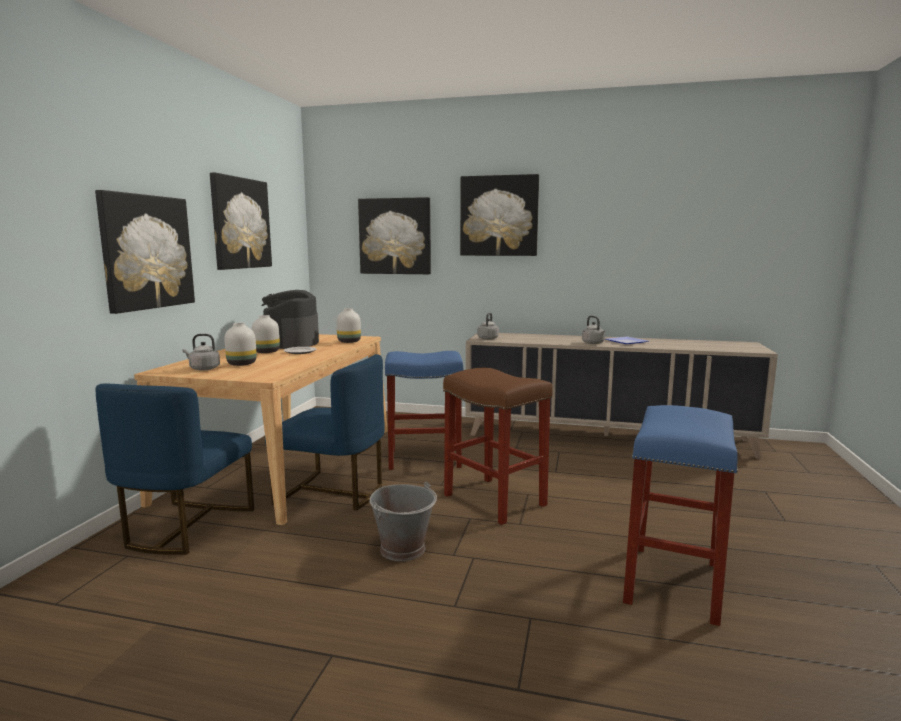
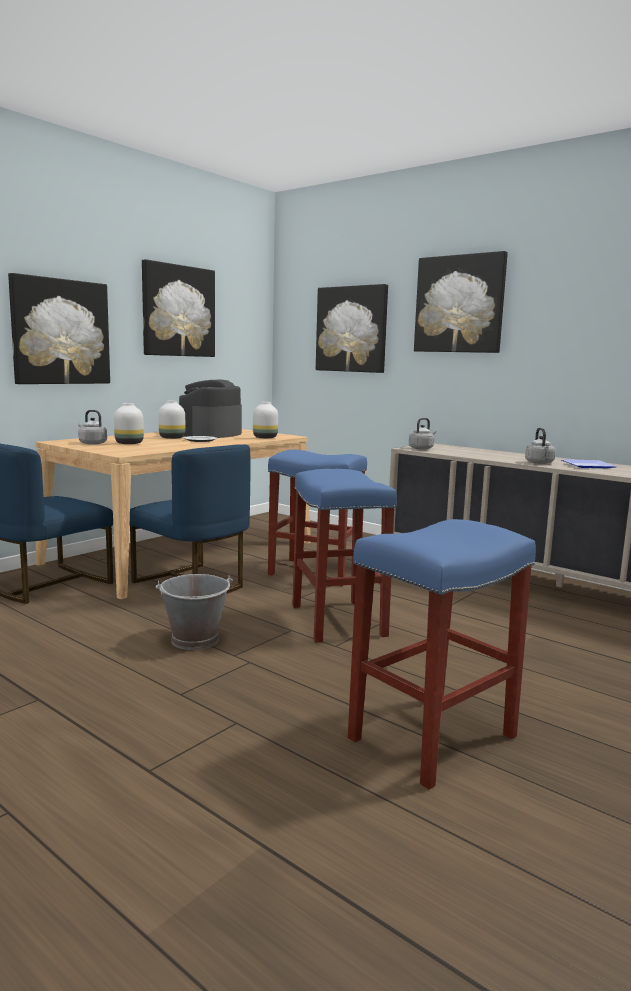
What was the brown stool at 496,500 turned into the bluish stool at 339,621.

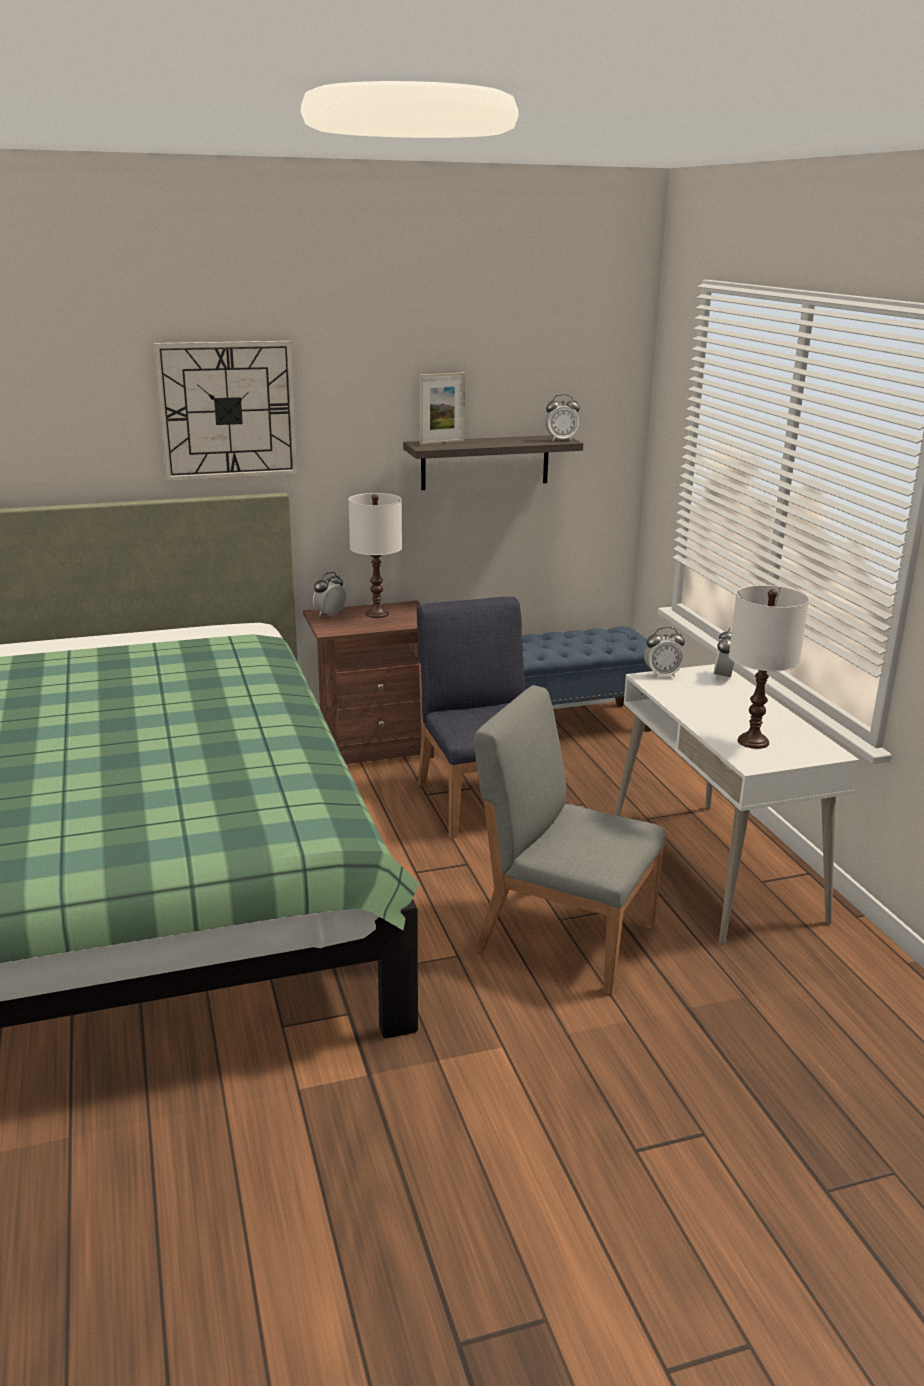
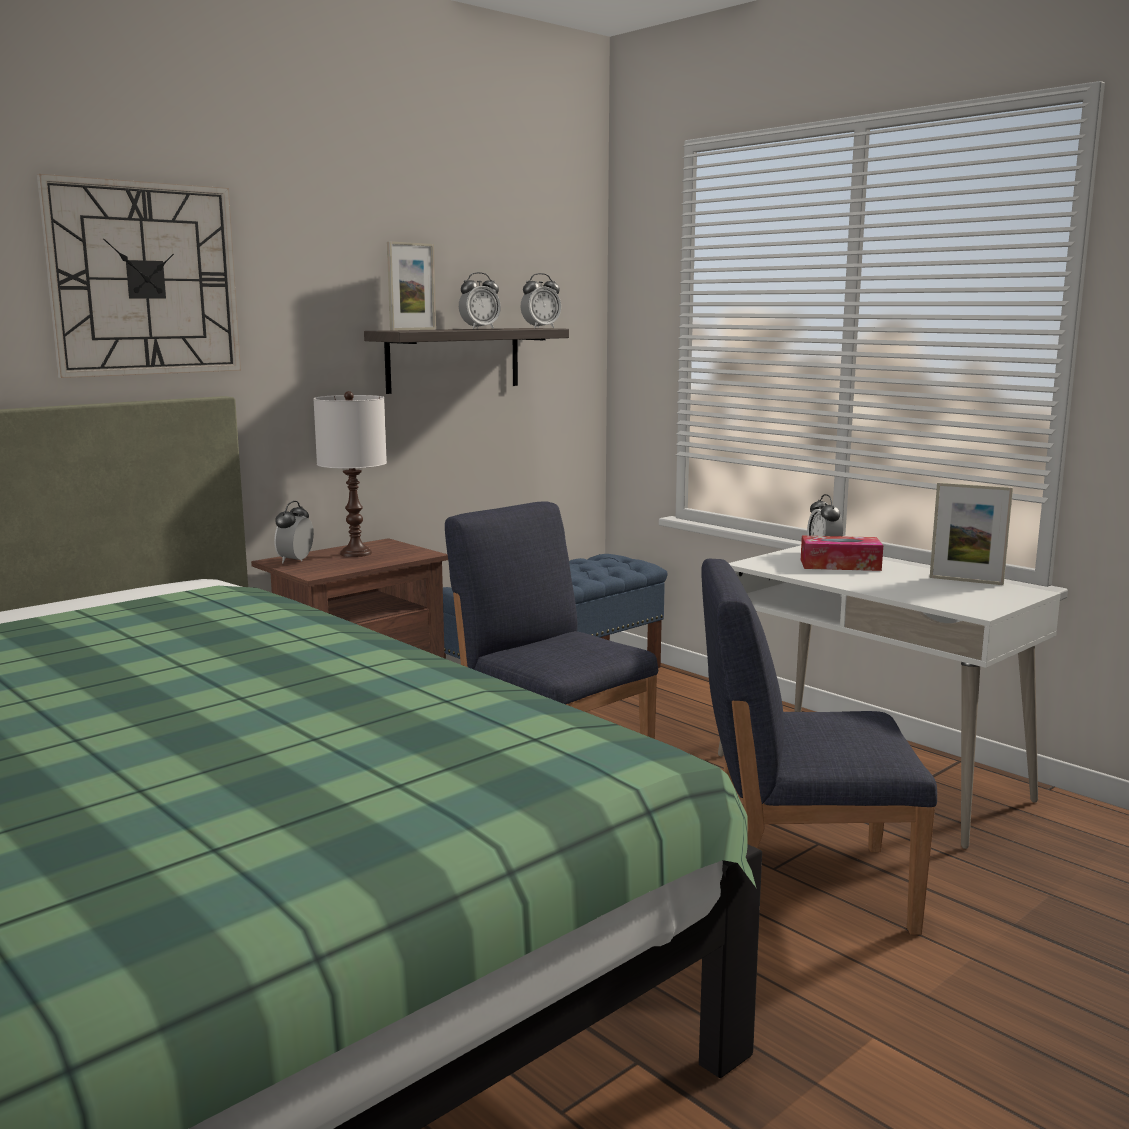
The alarm clock ended up elsewhere, having gone from 662,675 to 480,328.
What was the gray plain chair at 564,936 turned into the bluish plain chair at 798,885.
The second view gained the box of tissues at 840,565.
The second view gained the standing frame at 966,581.
The second view lost the whitish lamp for a table at 752,742.

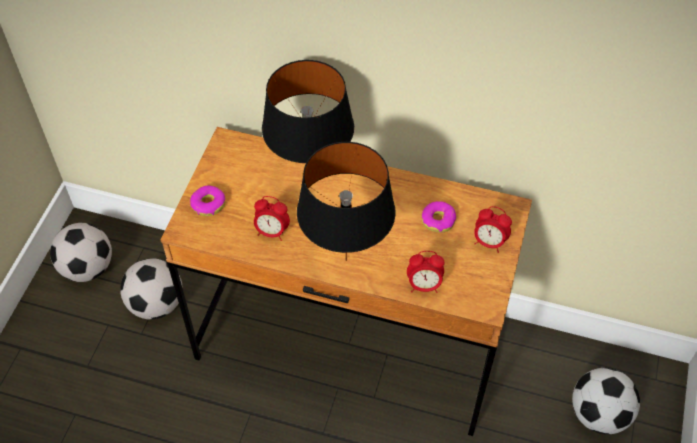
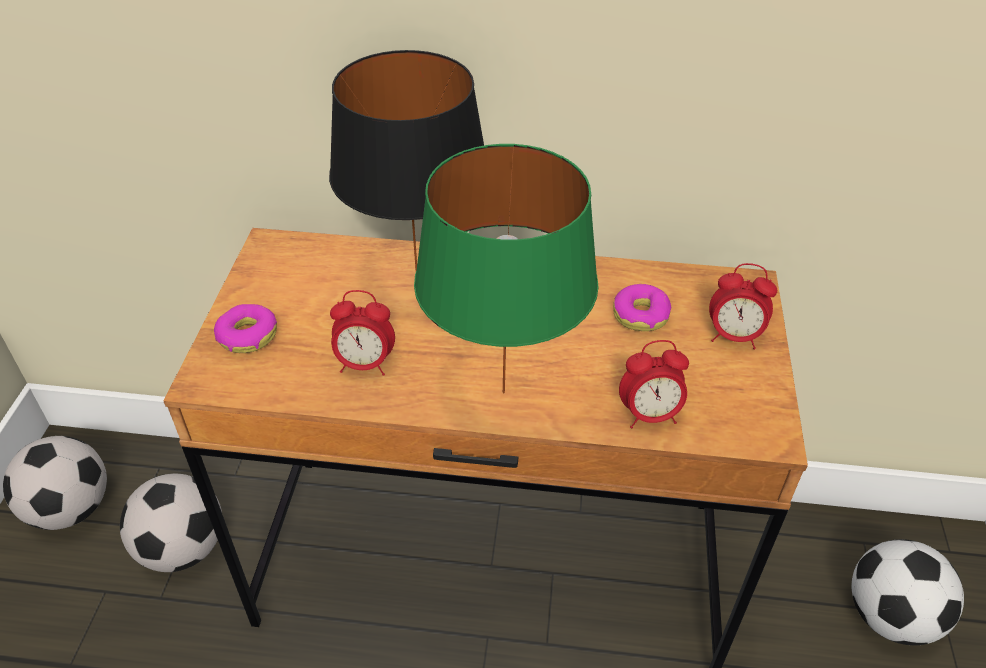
What was the blackish lamp for a table at 347,260 turned into the green lamp for a table at 505,391.

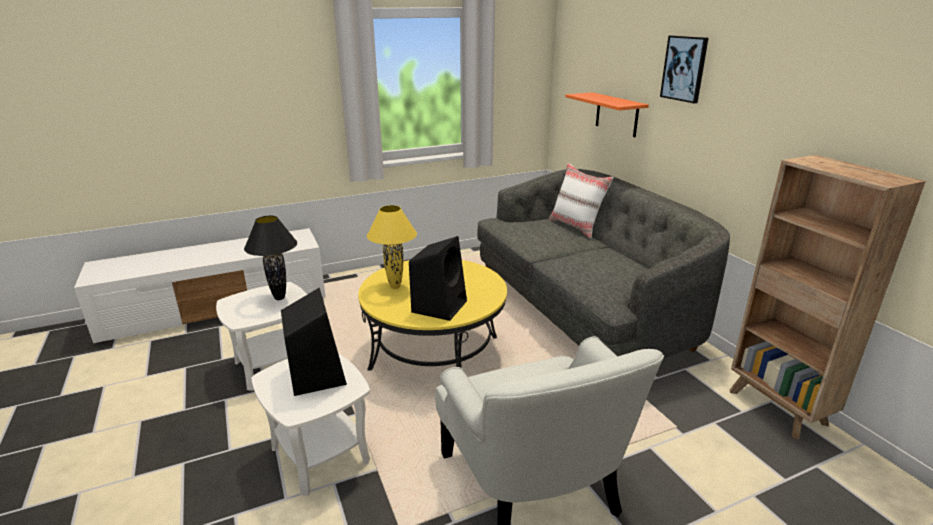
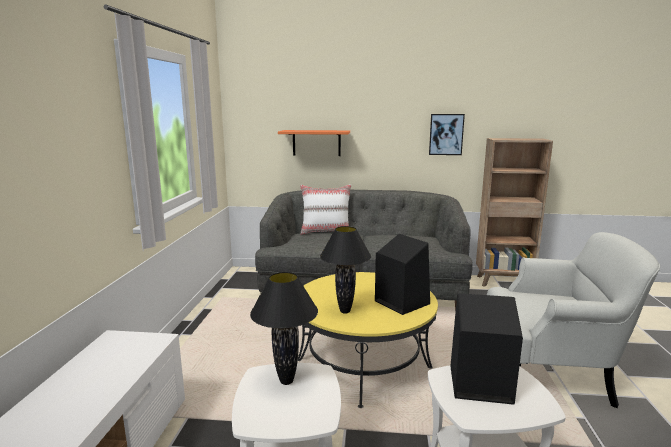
What was the yellowish lamp for a table at 395,287 turned into the blackish lamp for a table at 345,311.
The wall art ended up elsewhere, having gone from 684,68 to 446,134.

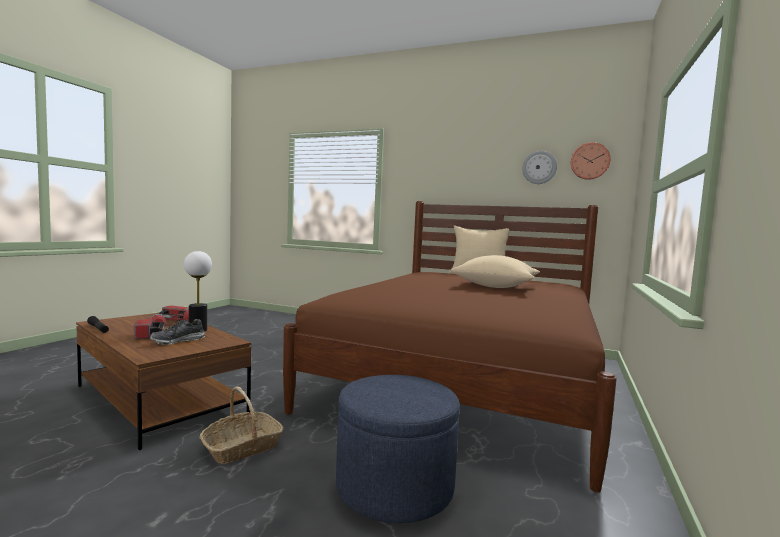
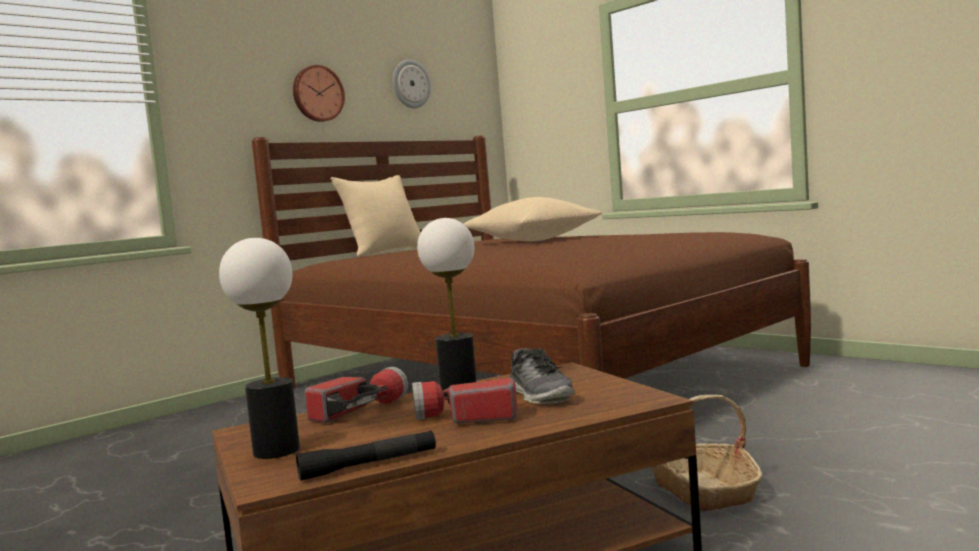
The second view gained the lamp for a table at 276,451.
The clock on the wall ended up elsewhere, having gone from 590,161 to 317,94.
The second view lost the bluish pouffe at 394,486.

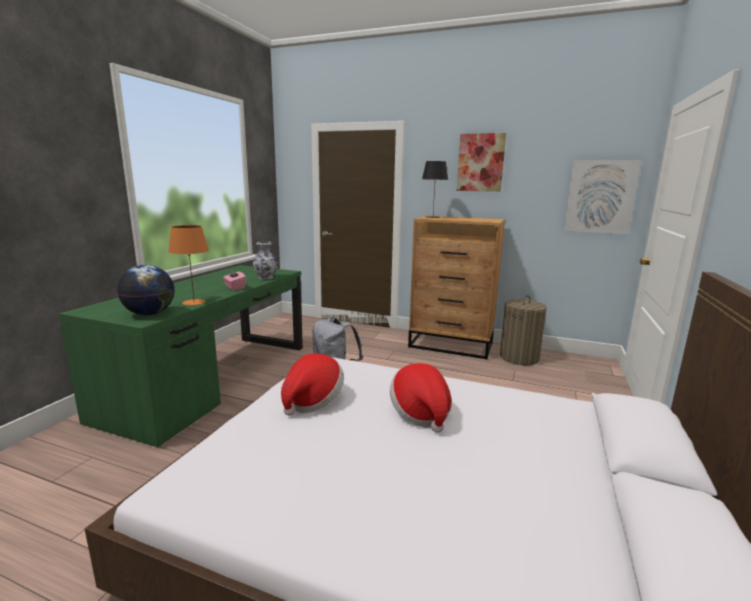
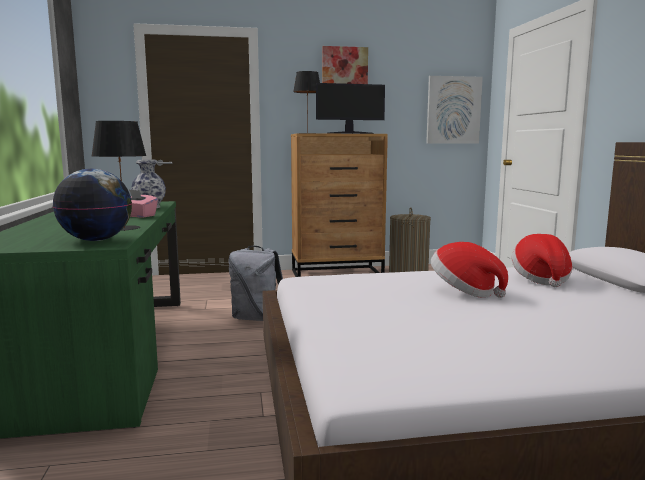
What was the orange-coloured lamp for a table at 193,302 turned into the blackish lamp for a table at 124,228.
The second view gained the computer screen at 349,133.
The hat ended up elsewhere, having gone from 312,401 to 540,279.

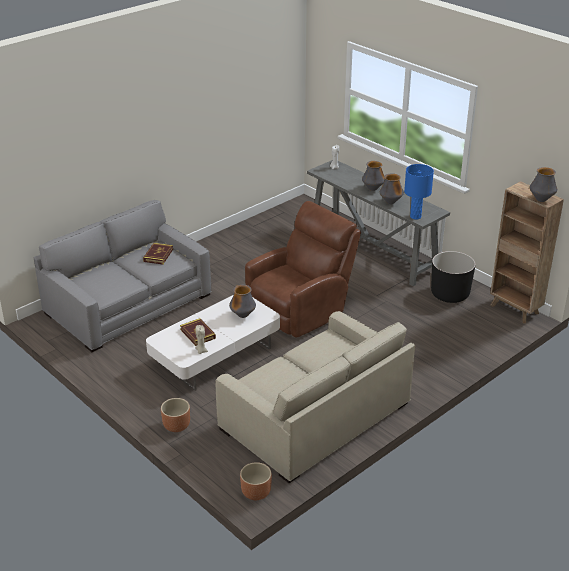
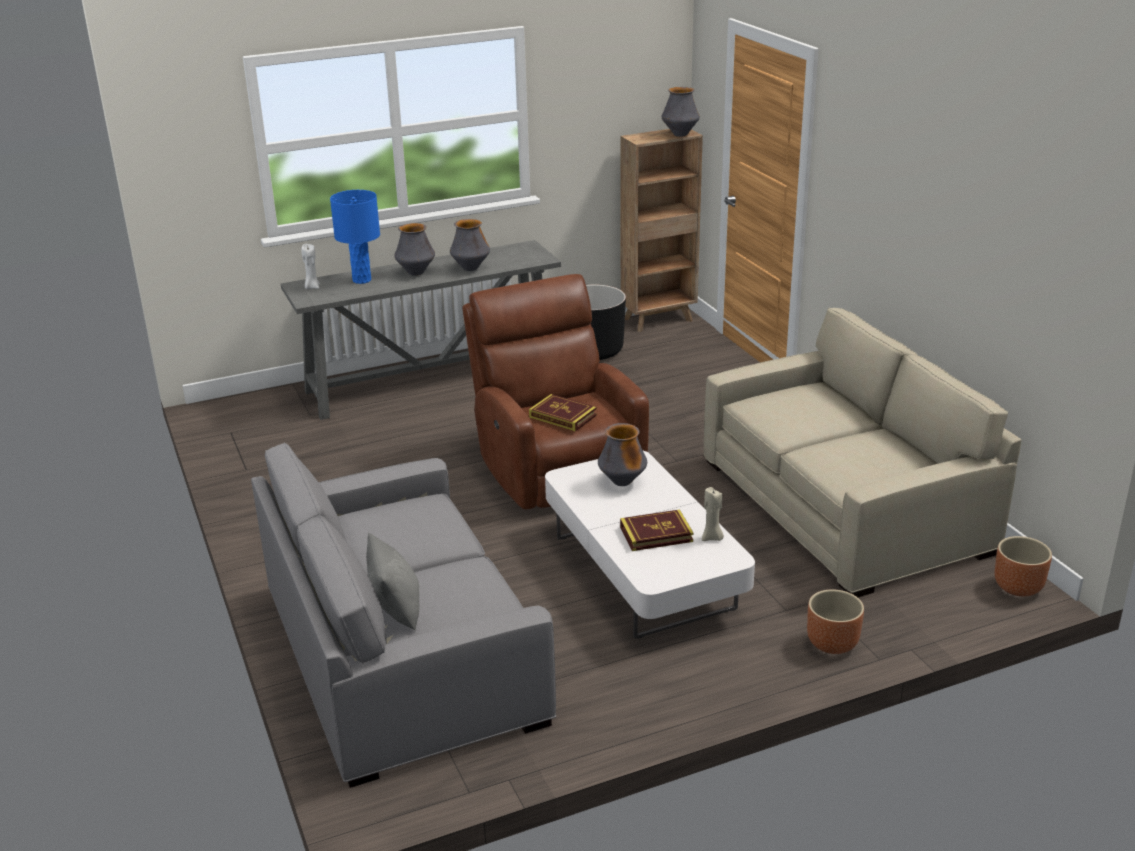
The bluish lamp for a table ended up elsewhere, having gone from 415,216 to 362,280.
The second view gained the gray pillow at 396,609.
The bound book ended up elsewhere, having gone from 158,255 to 563,416.

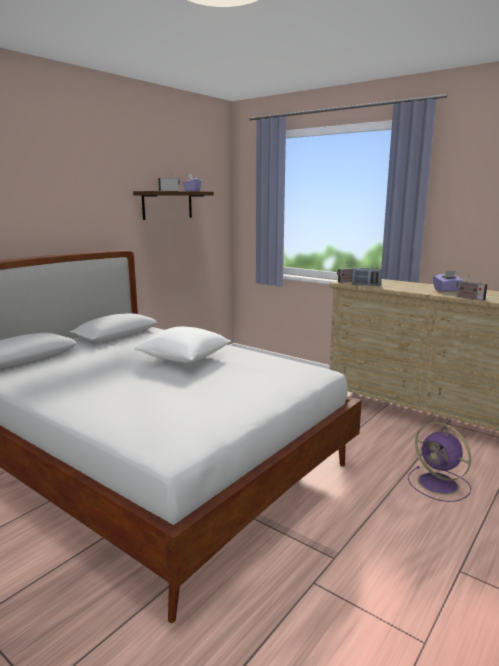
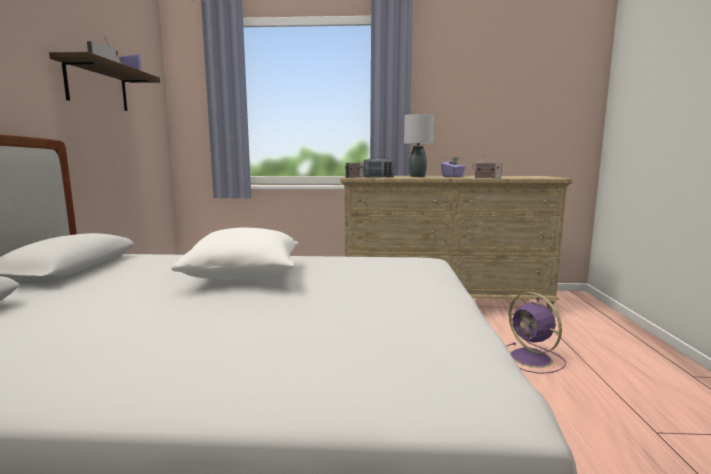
The second view gained the gray lamp for a table at 417,176.
The purple-coloured cooling fan at 439,484 ended up facing another way, 45 degrees clockwise from before.

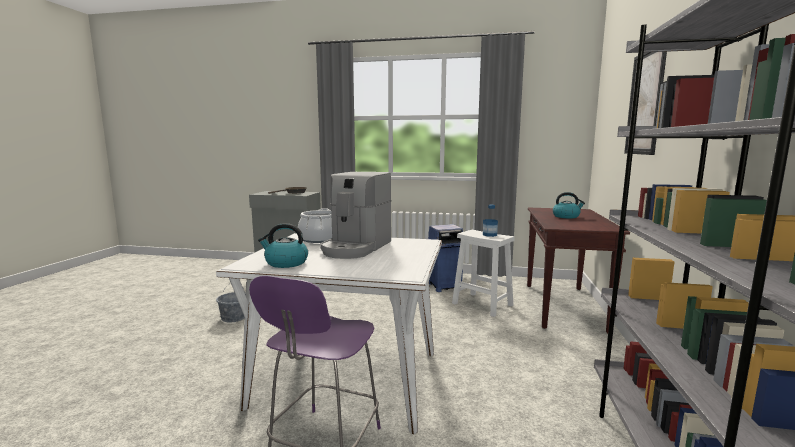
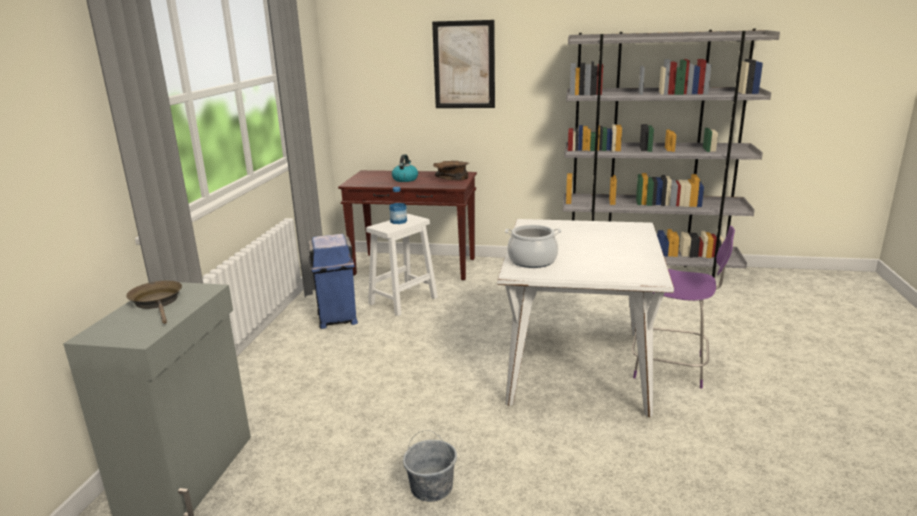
The second view gained the brown bowl at 451,178.
The second view lost the kettle at 285,263.
The second view lost the coffee machine at 356,248.

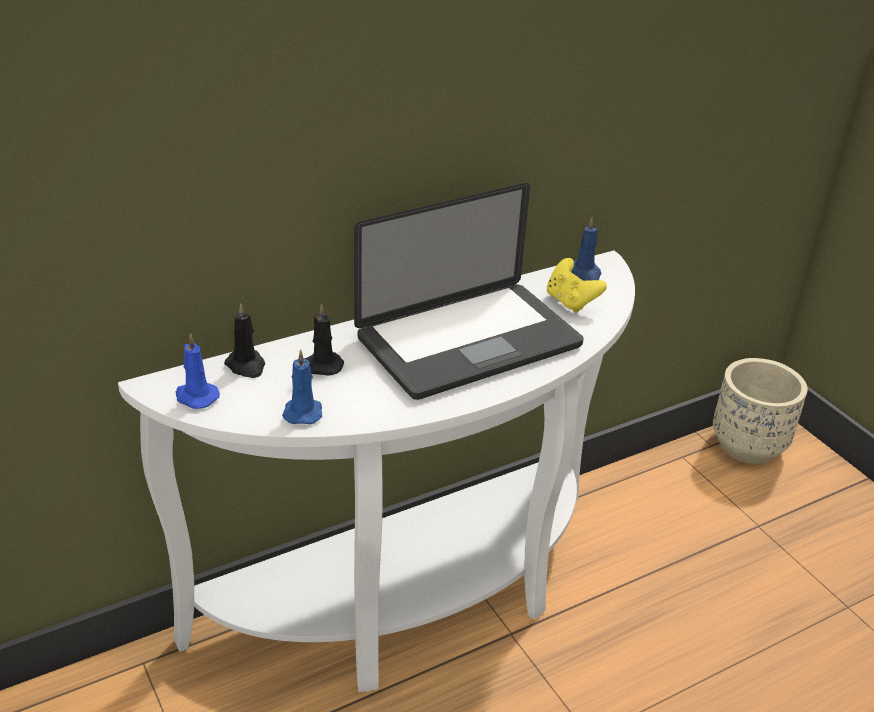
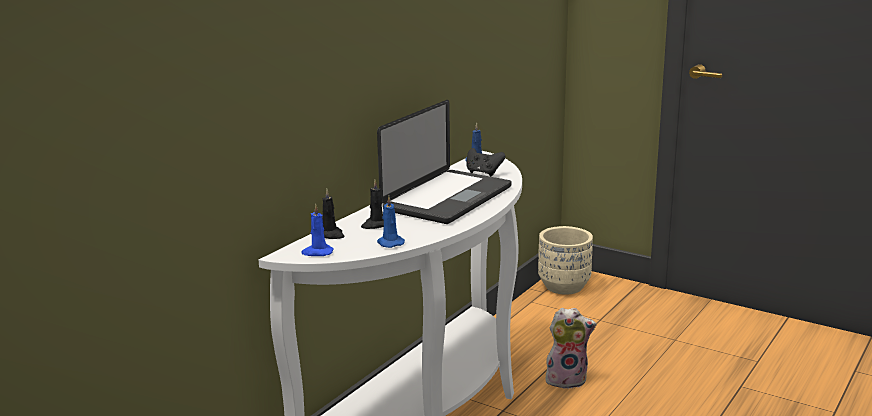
What was the yellowish game controller at 570,302 turned into the blackish game controller at 483,173.
The second view gained the soft toy at 567,379.

